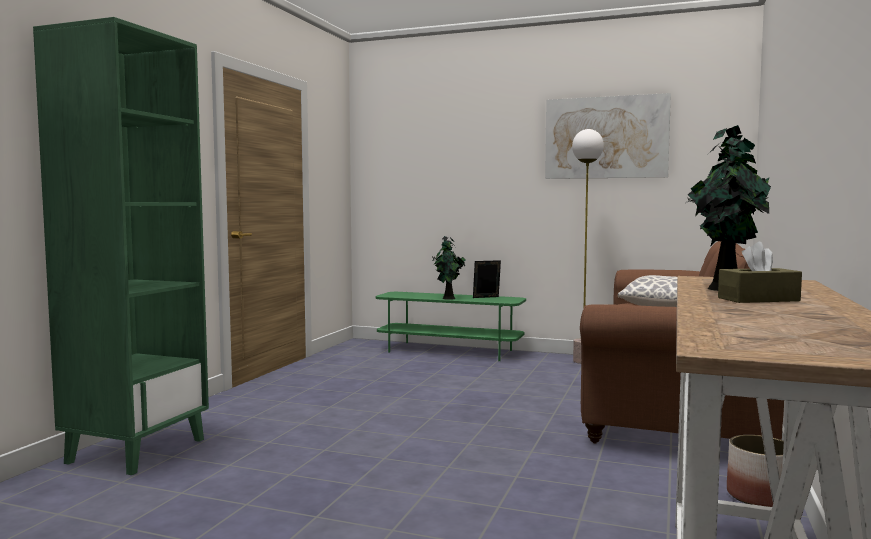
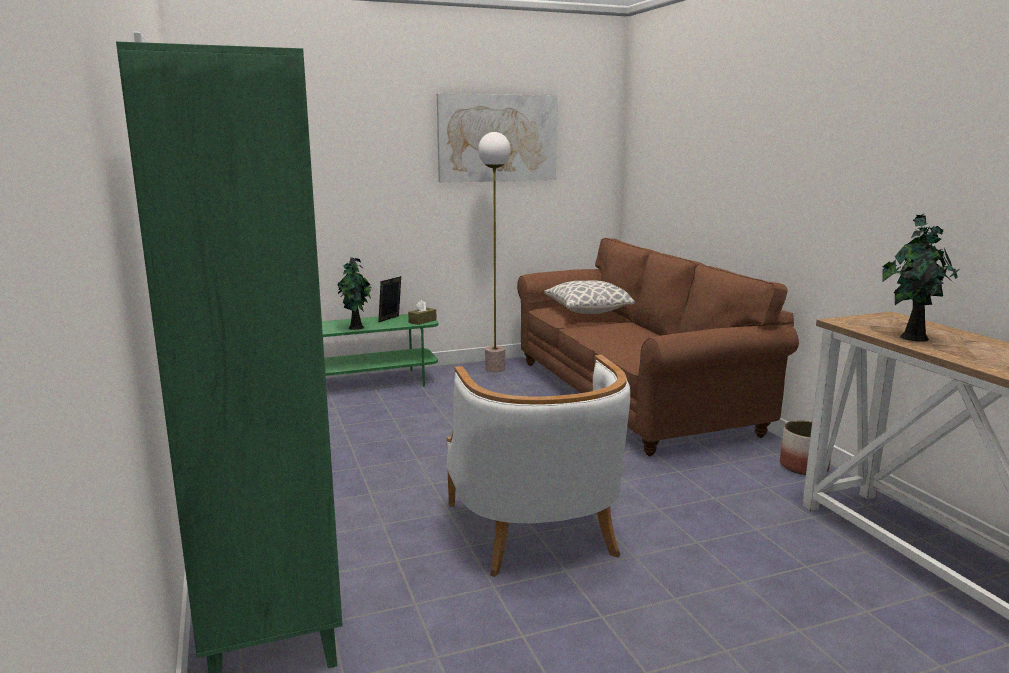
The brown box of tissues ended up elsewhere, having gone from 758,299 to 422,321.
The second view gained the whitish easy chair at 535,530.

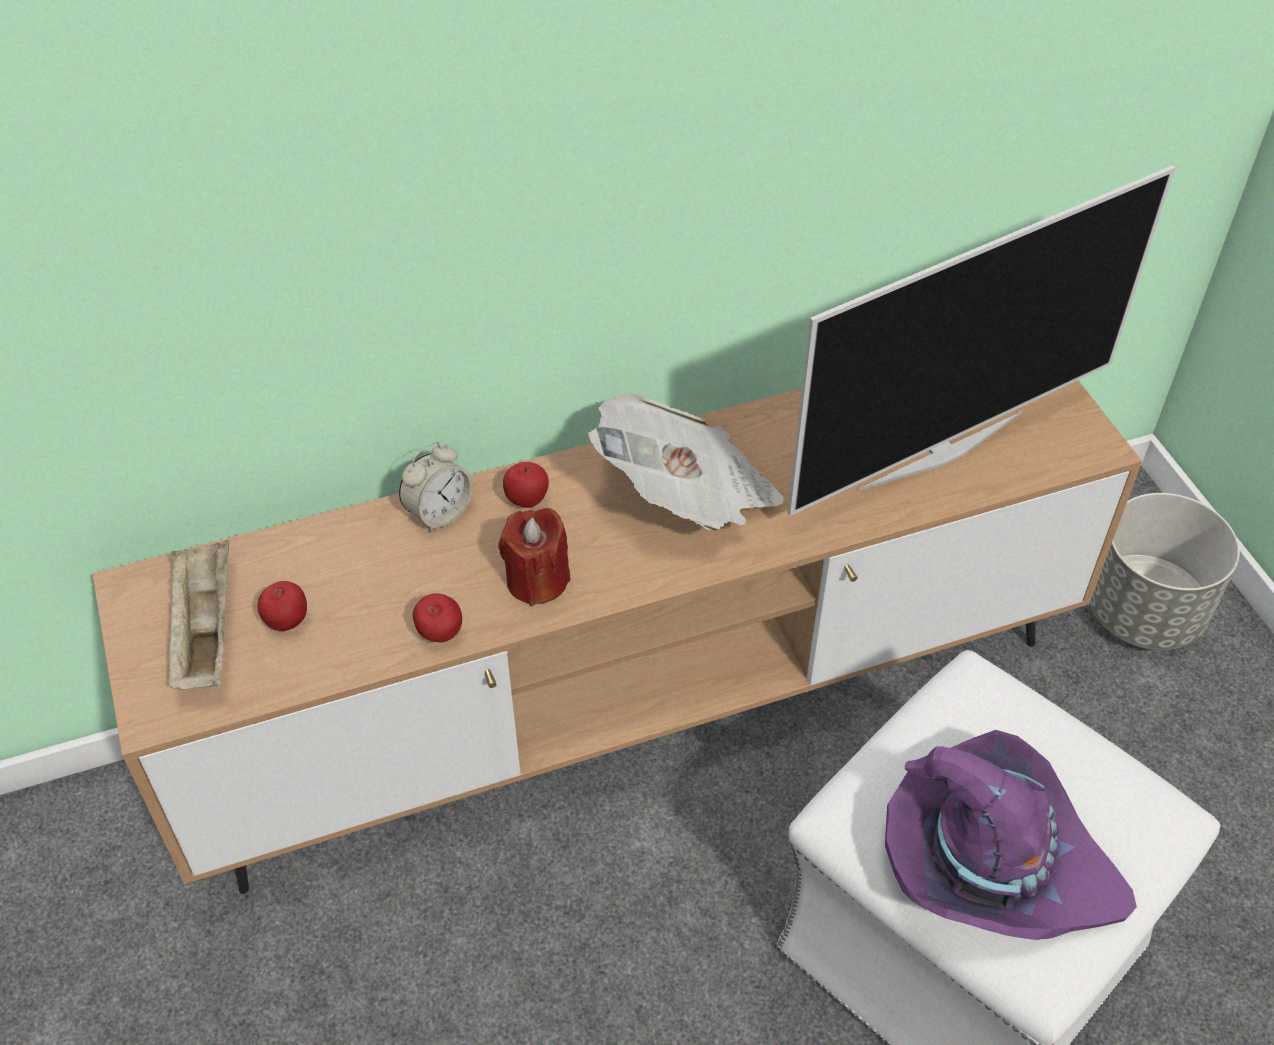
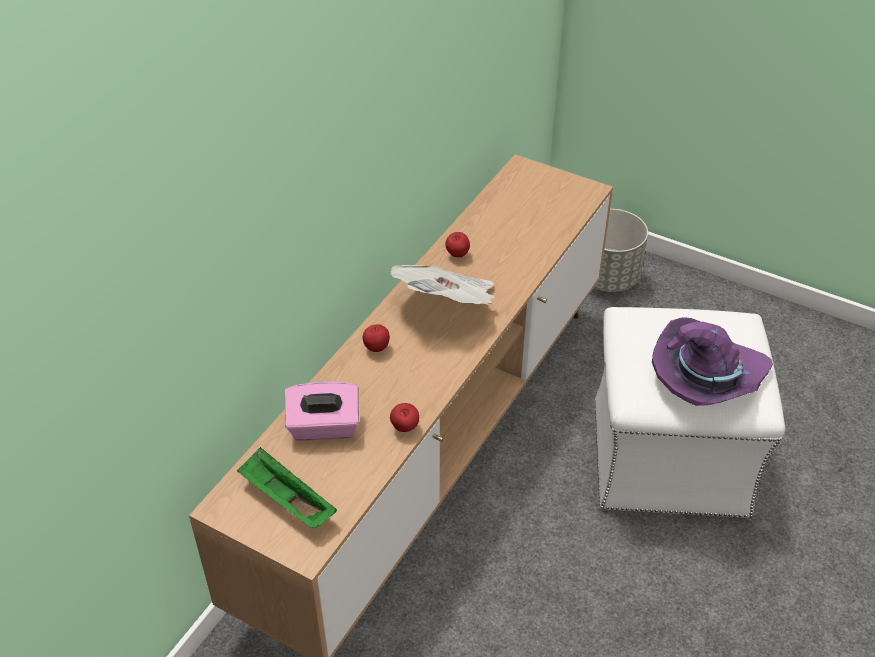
What was the beige-coloured tray at 205,631 turned into the green tray at 286,500.
The second view gained the pink box of tissues at 324,427.
The apple fruit ended up elsewhere, having gone from 287,622 to 457,255.
The second view lost the alarm clock at 439,513.
The second view lost the red candle at 537,580.
The second view lost the television at 939,449.

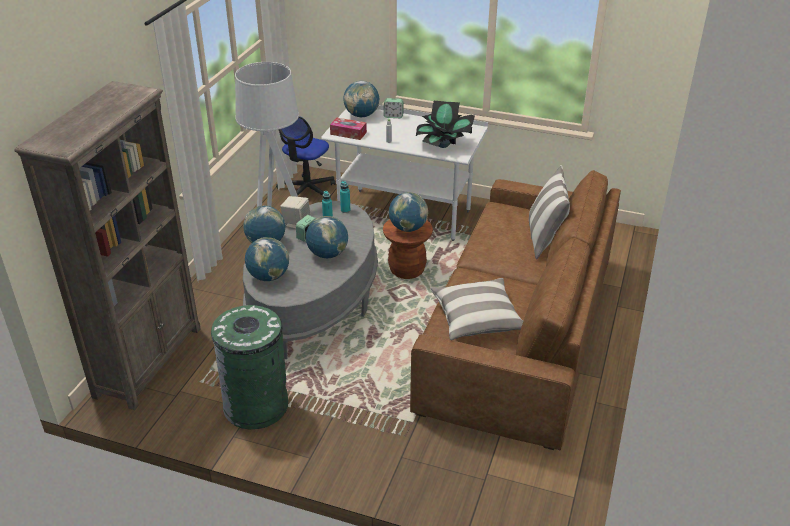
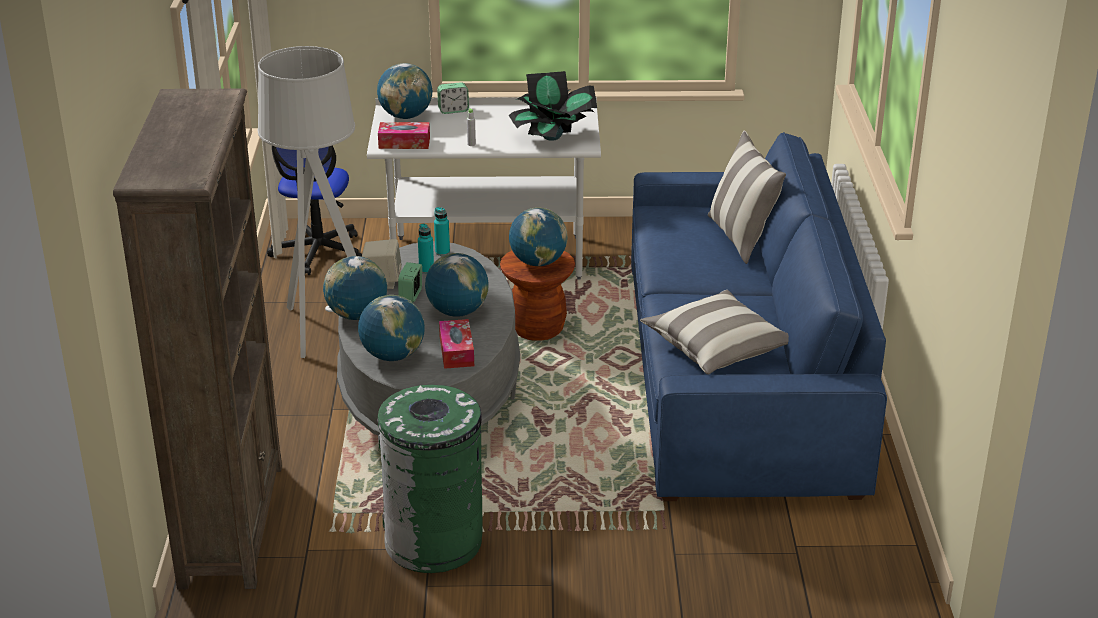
The second view gained the box of tissues at 456,351.
What was the brown couch at 519,333 turned into the bluish couch at 738,375.

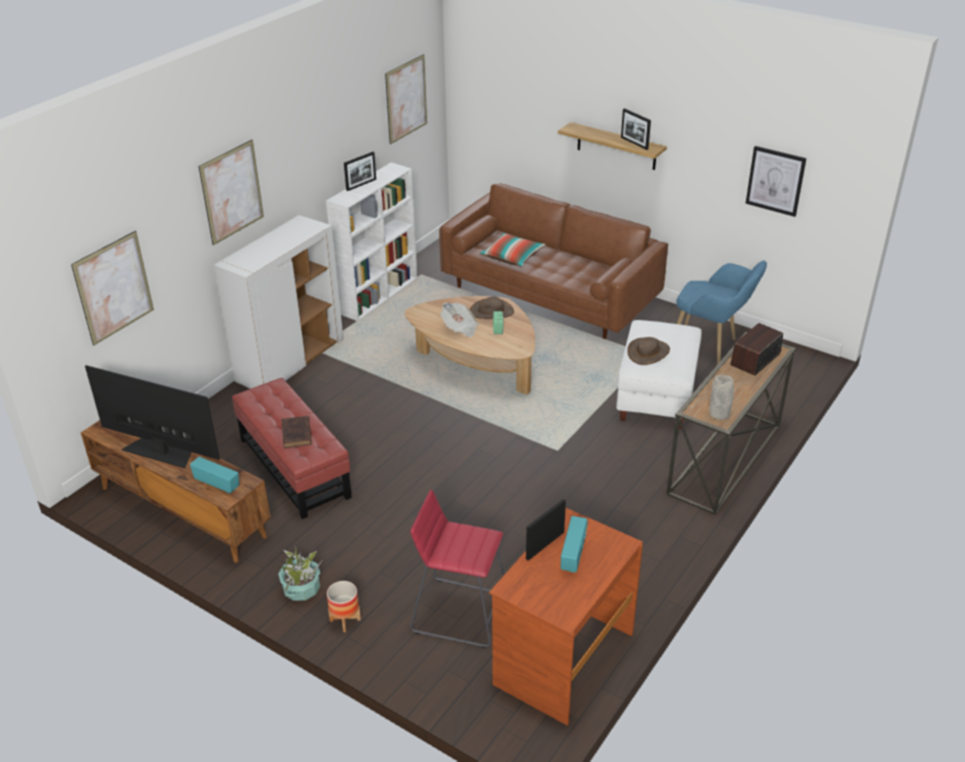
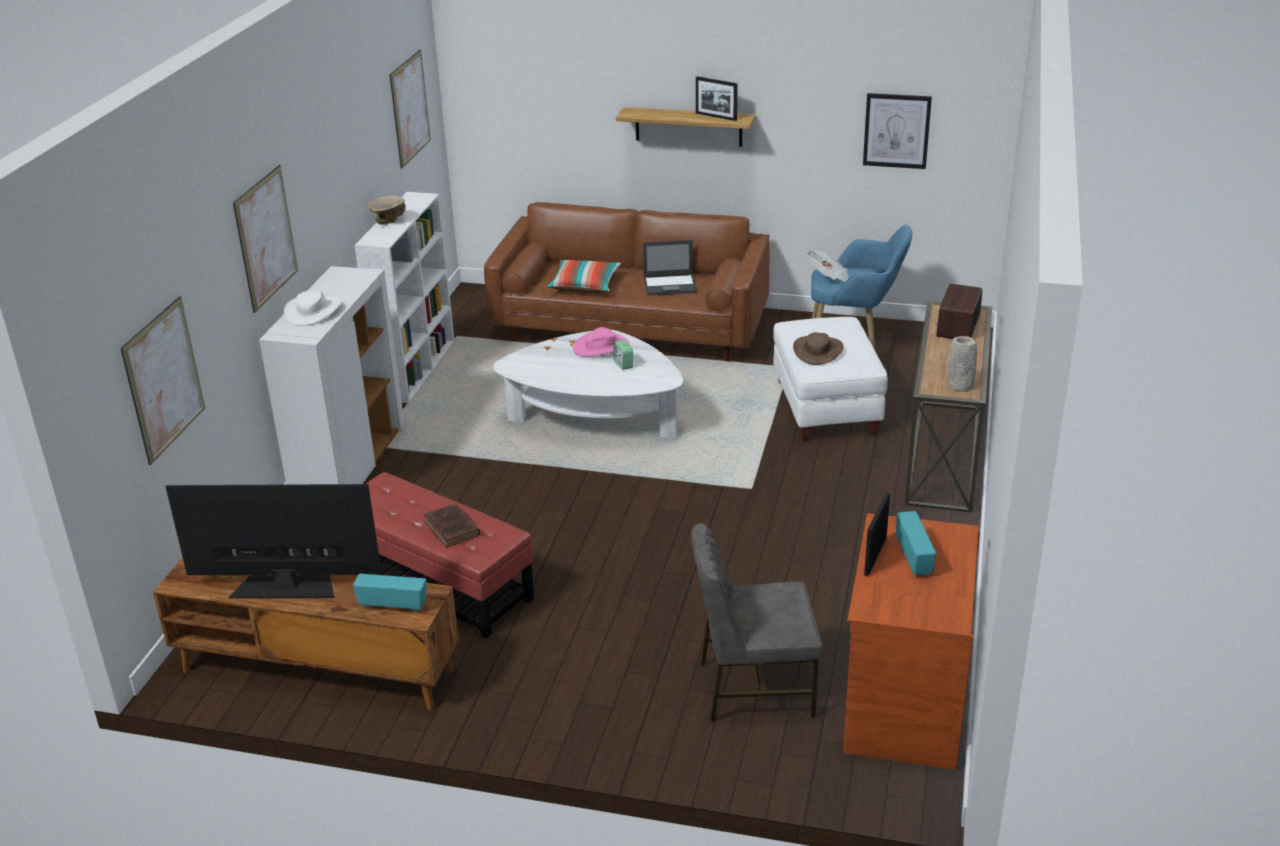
The second view gained the whitish hat at 313,311.
Where the standing frame stood at 361,185, the beige-coloured bowl came to stand at 387,221.
What was the brown coffee table at 476,367 turned into the whitish coffee table at 594,422.
What was the brown hat at 491,311 turned into the pink hat at 601,347.
The second view gained the notebook computer at 670,285.
Where the red stool stood at 460,612, the gray plain chair came to stand at 753,687.
The printed paper ended up elsewhere, having gone from 460,328 to 828,277.
The second view lost the plant in a pot at 301,589.
The second view lost the plant pot at 345,620.

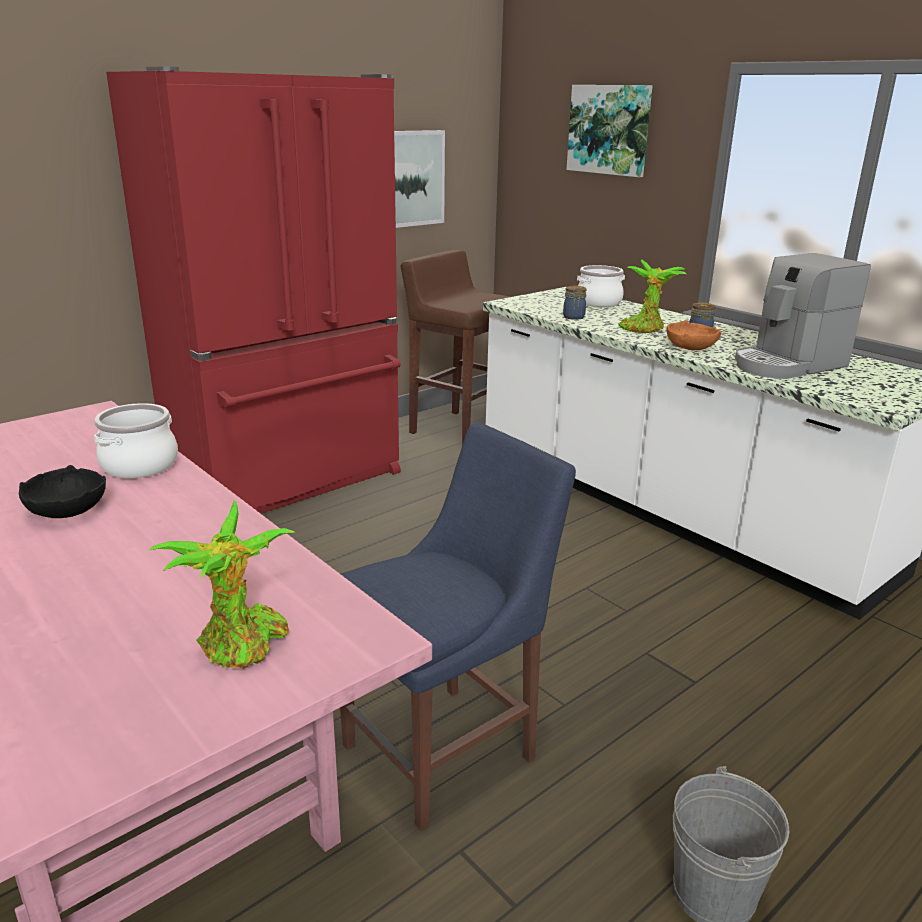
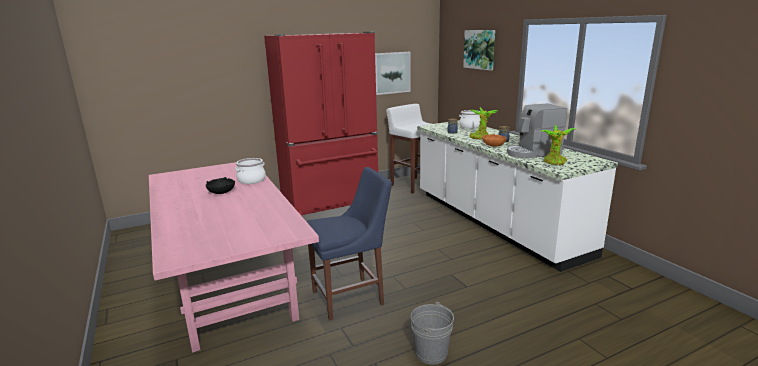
What was the brown stool at 458,430 turned into the whitish stool at 413,185.
The plant in a pot ended up elsewhere, having gone from 241,647 to 555,163.

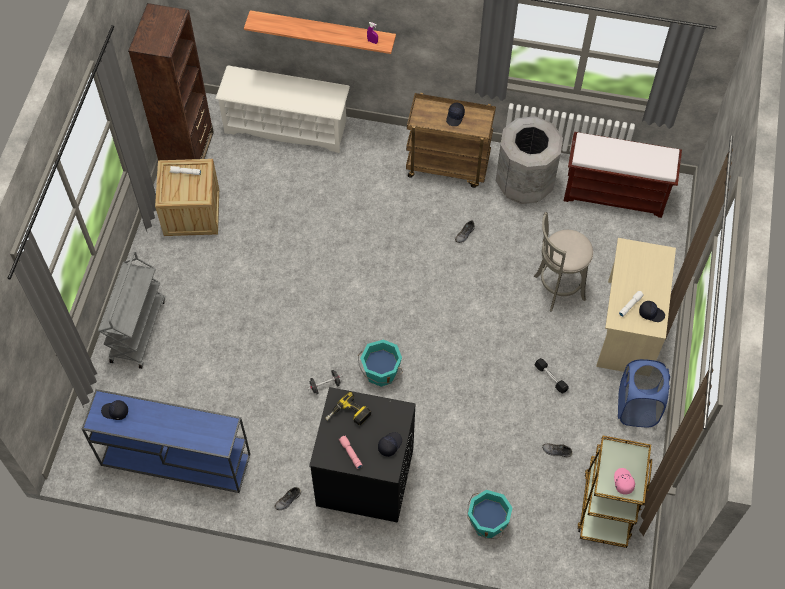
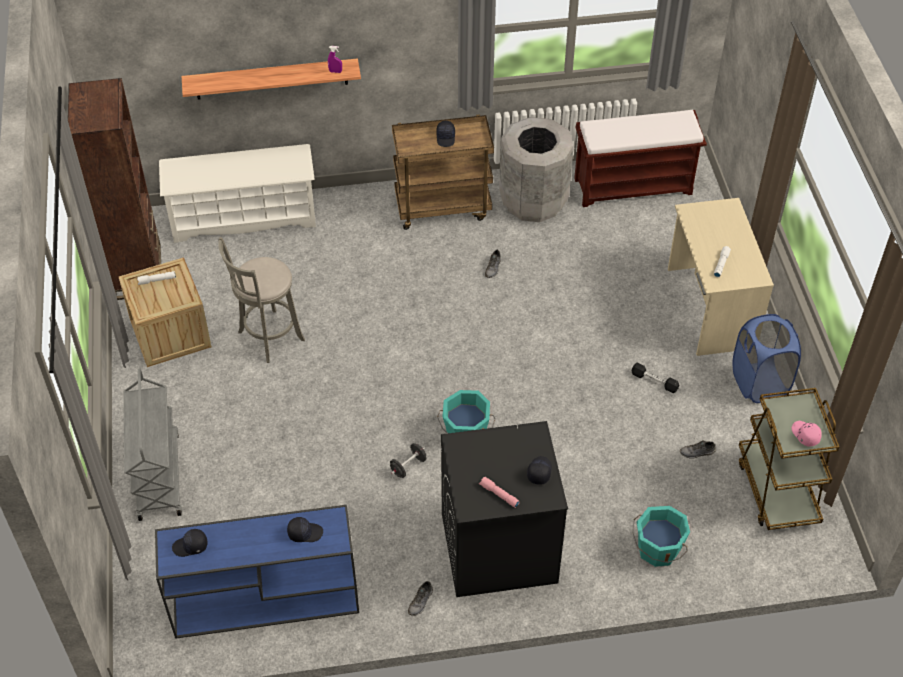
The gray stool ended up elsewhere, having gone from 556,288 to 268,338.
The blackish cap ended up elsewhere, having gone from 651,313 to 305,532.
The second view lost the electric drill at 348,415.

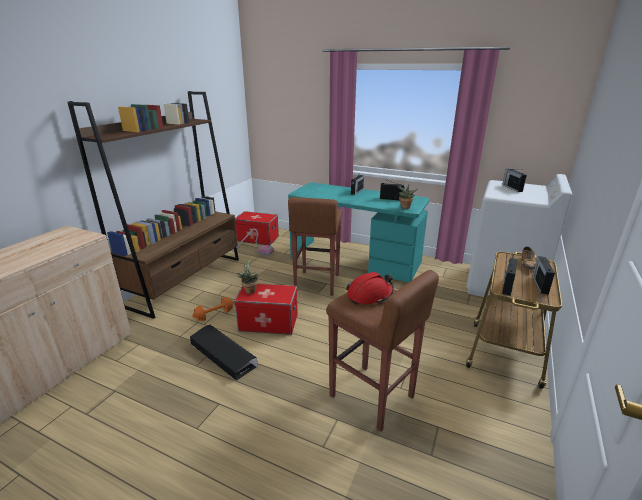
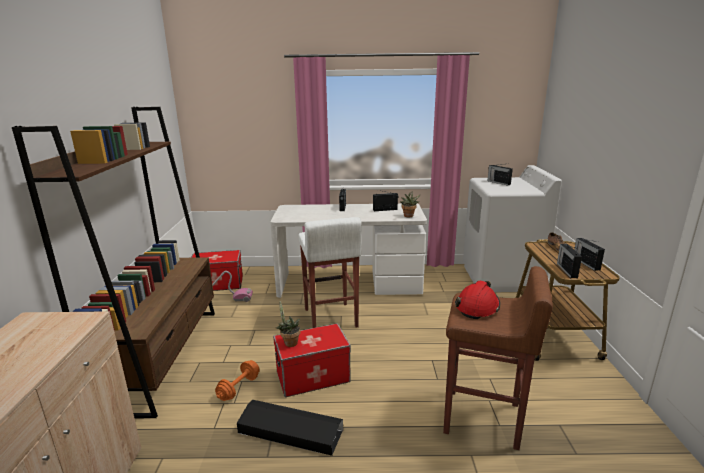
What was the blue-green desk table at 355,259 turned into the whitish desk table at 349,283.
What was the brown stool at 316,283 turned into the whitish stool at 330,318.

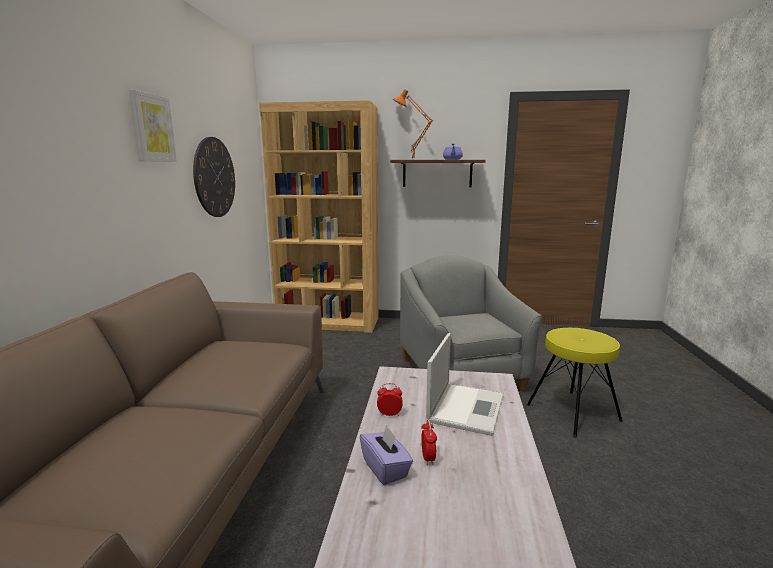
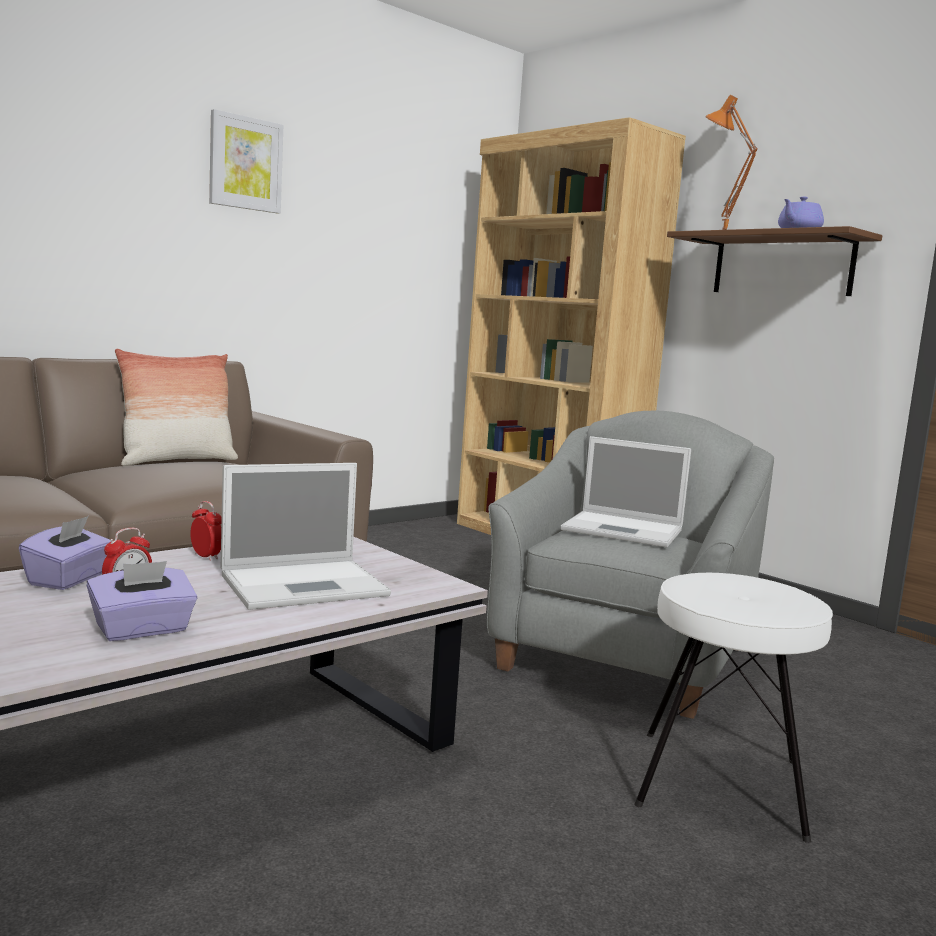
The second view gained the purple-coloured box of tissues at 142,630.
The second view gained the pillow at 177,461.
The second view gained the notebook computer at 625,530.
What was the yellowish stool at 573,413 turned into the whitish stool at 721,783.
The second view lost the clock on the wall at 214,177.

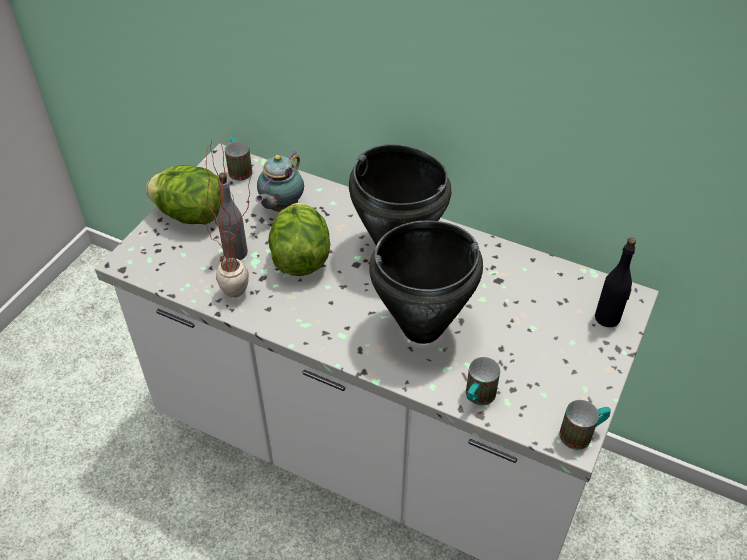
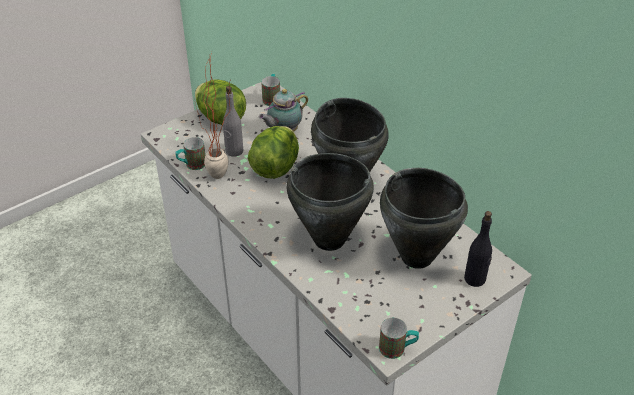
The mug ended up elsewhere, having gone from 477,398 to 191,165.
The second view gained the blackish stockpot at 416,257.

